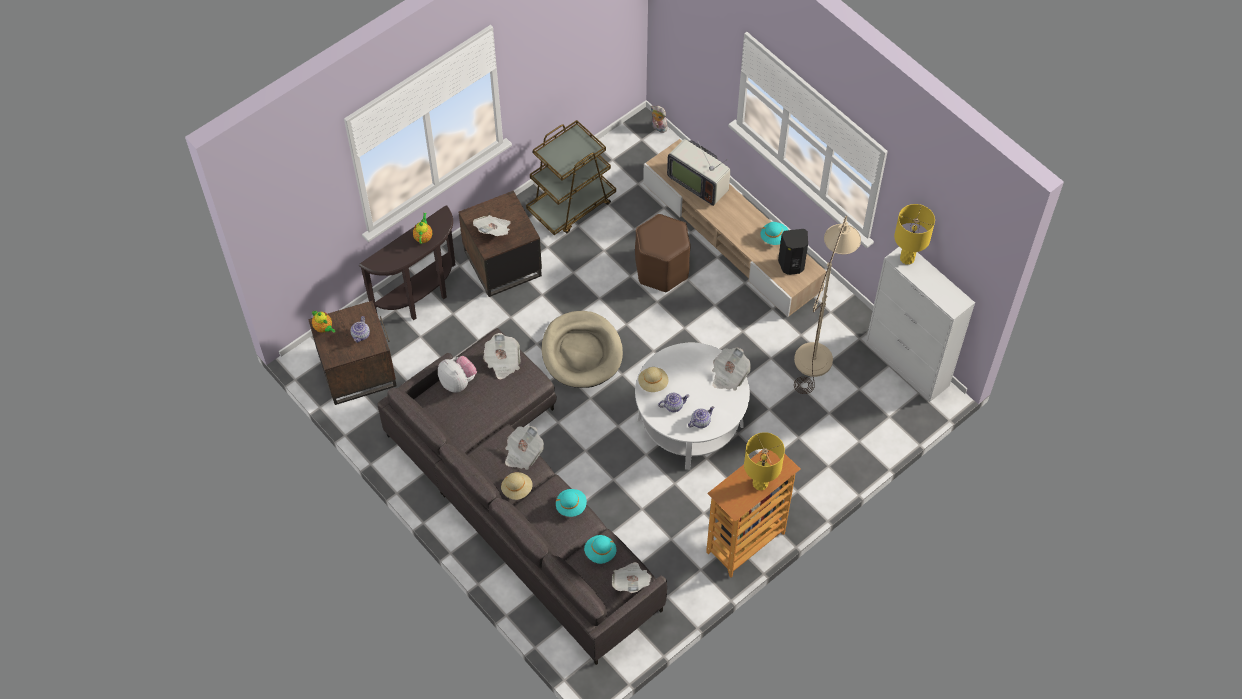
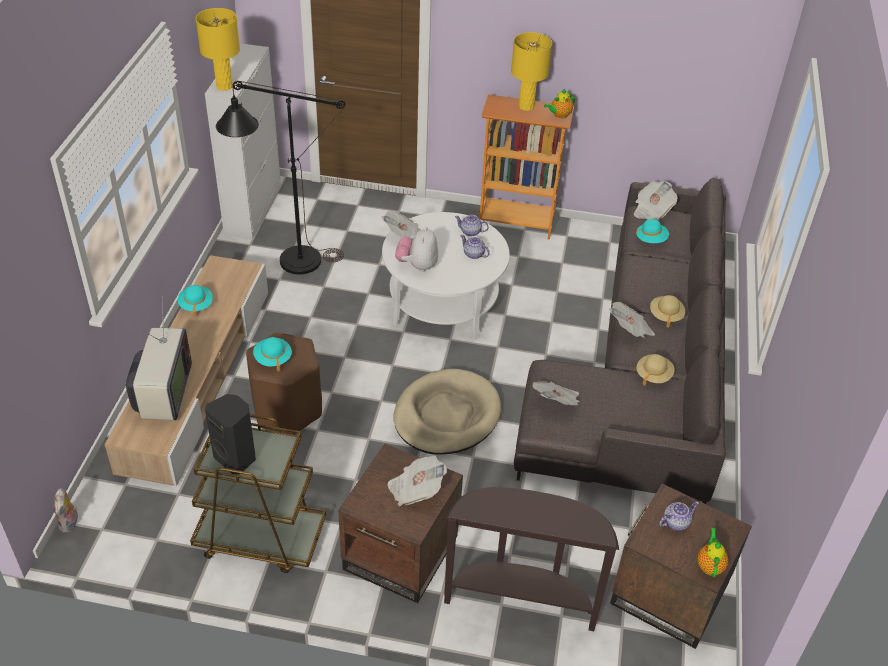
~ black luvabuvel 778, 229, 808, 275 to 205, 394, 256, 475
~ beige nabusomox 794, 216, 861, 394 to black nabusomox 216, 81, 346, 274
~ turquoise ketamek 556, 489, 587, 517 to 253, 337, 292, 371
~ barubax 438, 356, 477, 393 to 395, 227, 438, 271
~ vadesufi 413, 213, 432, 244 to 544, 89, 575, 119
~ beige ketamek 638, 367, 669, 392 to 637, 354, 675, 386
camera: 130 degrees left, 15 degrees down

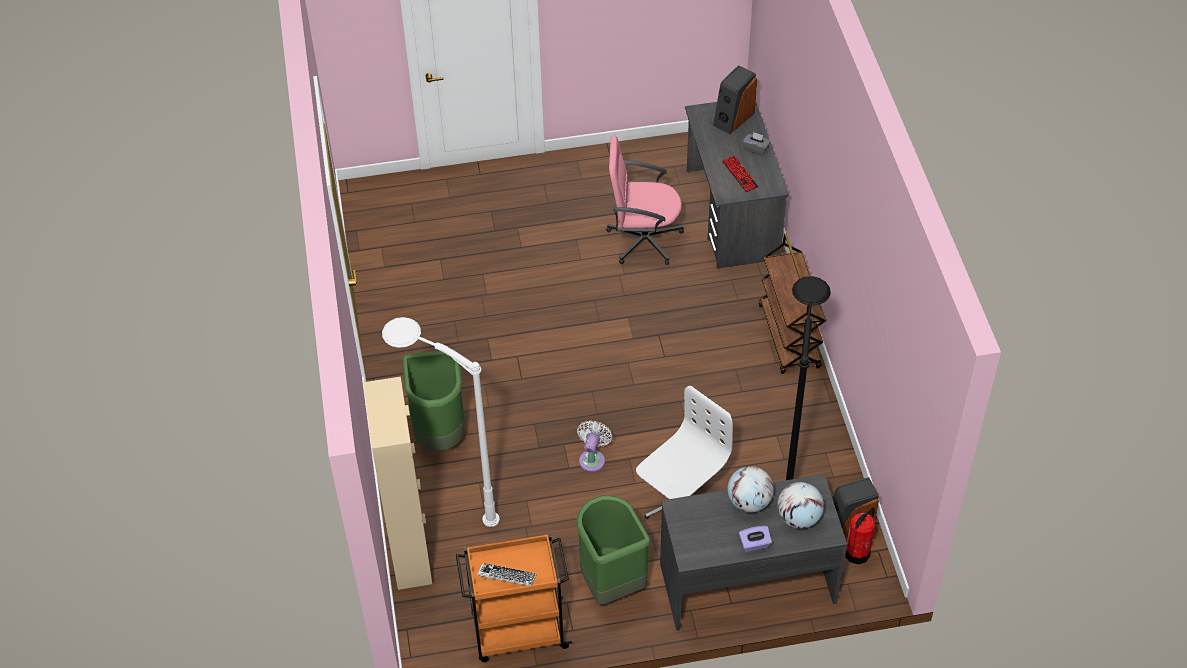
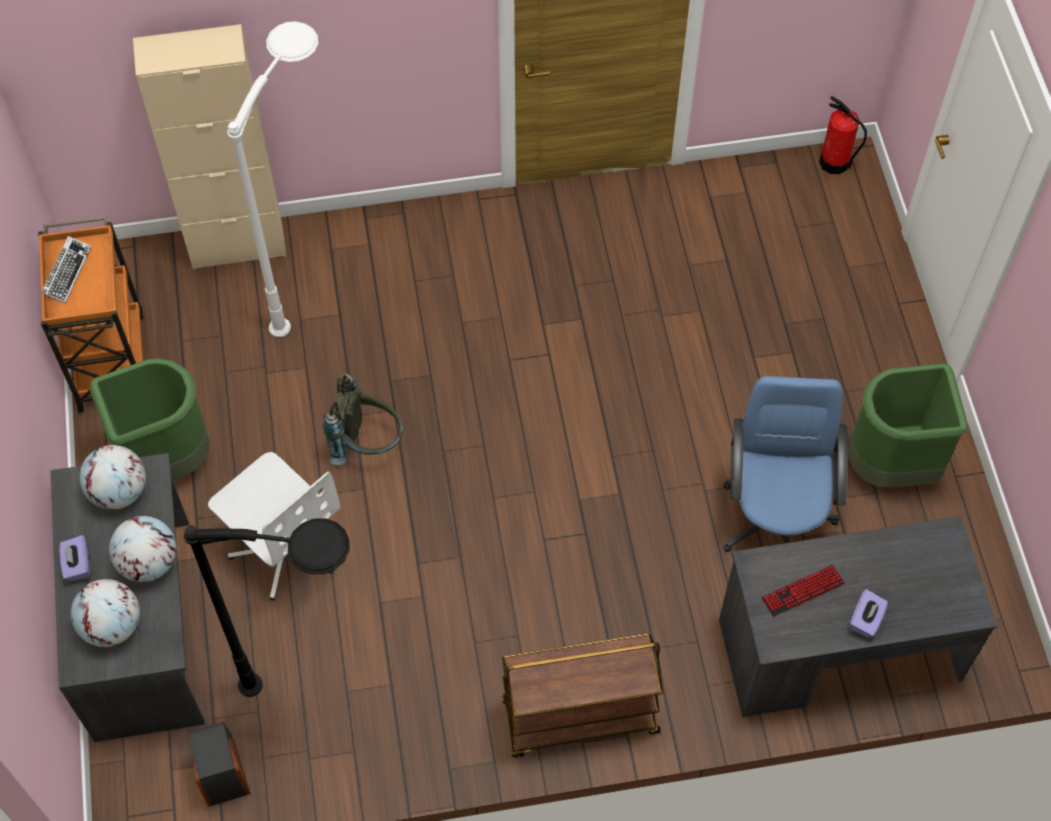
+ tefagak 79, 445, 146, 510
~ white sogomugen 577, 420, 612, 472 to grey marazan 323, 374, 403, 465
~ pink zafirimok 606, 135, 684, 265 to blue zafirimok 723, 376, 848, 552
~ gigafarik 845, 507, 875, 564 to 819, 96, 867, 174
~ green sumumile 402, 349, 465, 451 to 848, 363, 968, 487
~ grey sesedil 743, 132, 771, 156 to purple sesedil 849, 589, 888, 638
- luvabuvel 713, 65, 757, 134
camera: 90 degrees right, 10 degrees up

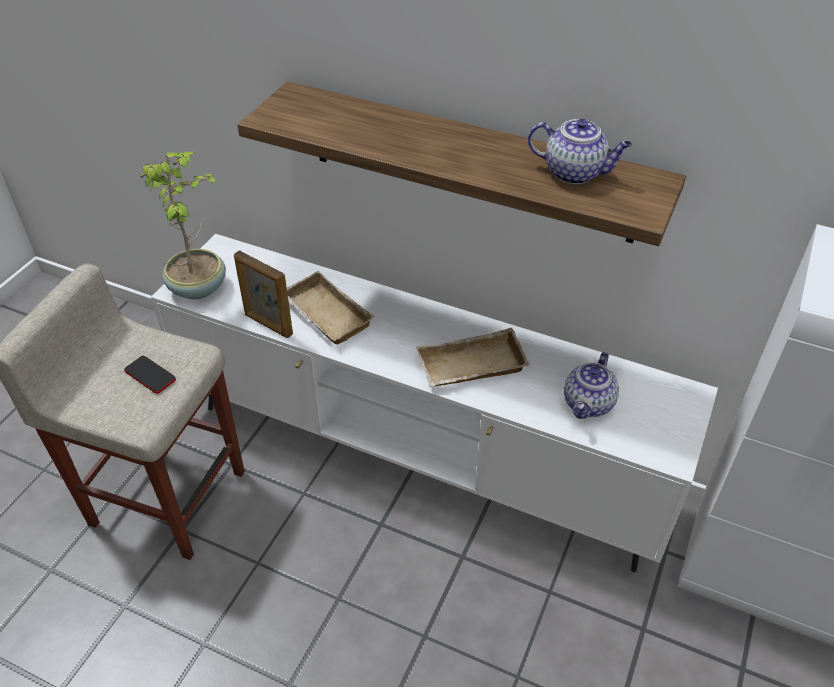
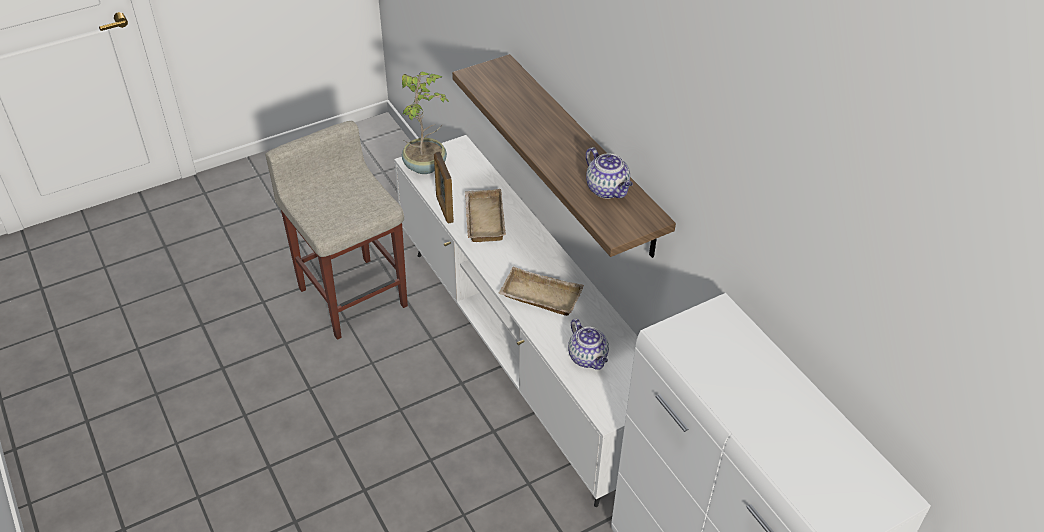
~ vadesufi 564, 352, 619, 419 = 568, 319, 609, 370 90 degrees counterclockwise
- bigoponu 124, 356, 176, 394
camera: 35 degrees right, 0 degrees up

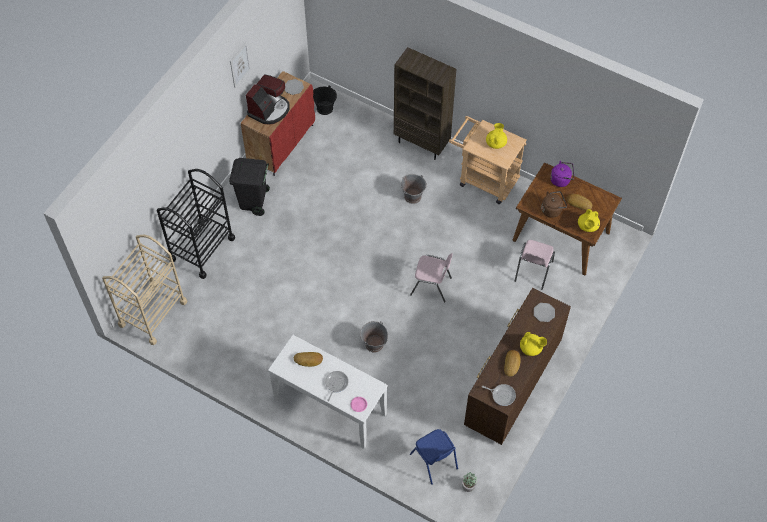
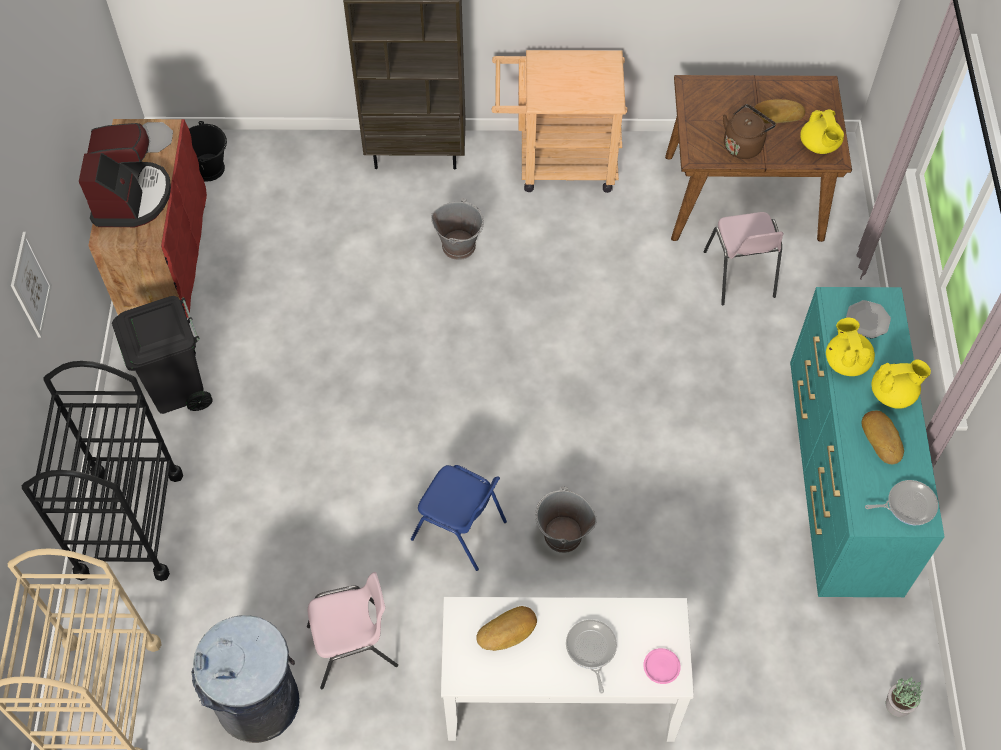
~ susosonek 230, 42, 251, 88 to 11, 232, 52, 338
+ grey sumumile 191, 615, 299, 743
~ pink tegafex 410, 253, 453, 302 to 307, 572, 398, 689
~ blue tegafex 410, 429, 458, 485 to 411, 465, 507, 571
~ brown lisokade 464, 288, 571, 445 to turquoise lisokade 790, 287, 945, 597
~ yellow vadesufi 486, 123, 507, 149 to 826, 318, 875, 376
- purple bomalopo 550, 161, 574, 187
camera: 30 degrees left, 0 degrees up

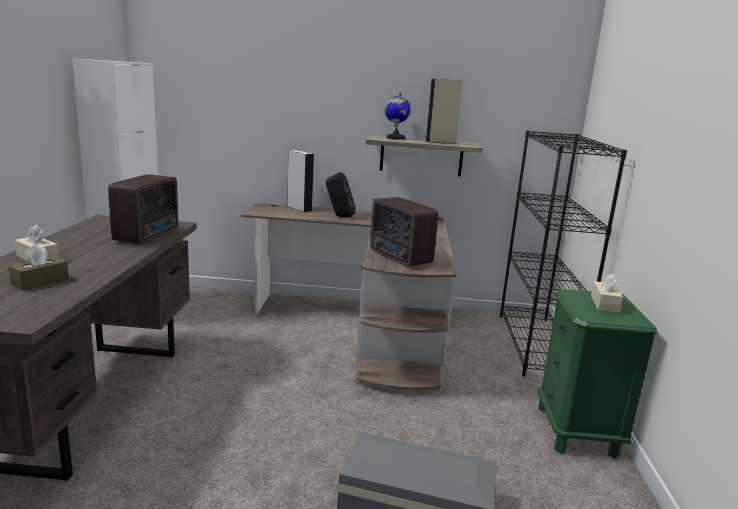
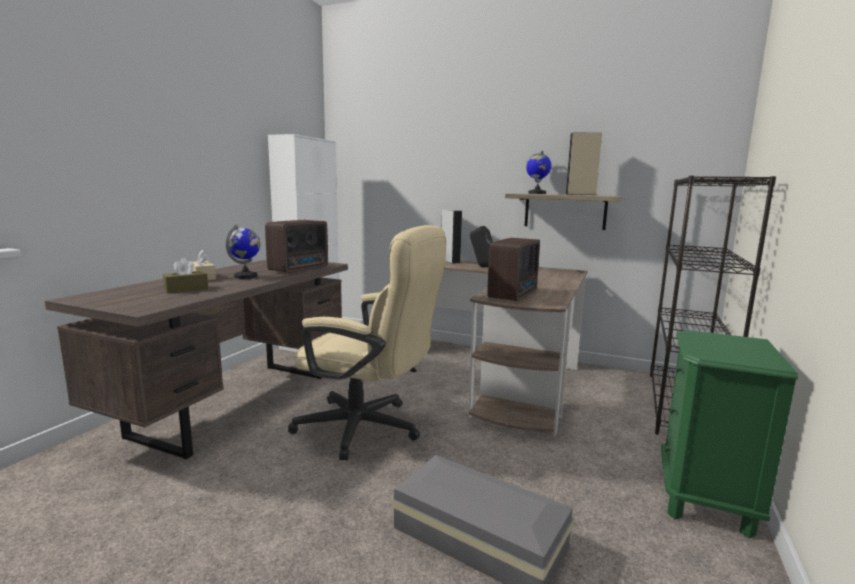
+ tefagak 226, 225, 260, 279
+ beige zafirimok 288, 225, 446, 460
~ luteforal 370, 197, 438, 267 = 487, 238, 540, 301 135 degrees counterclockwise
- beige sesedil 591, 274, 623, 313
camera: 20 degrees right, 5 degrees down

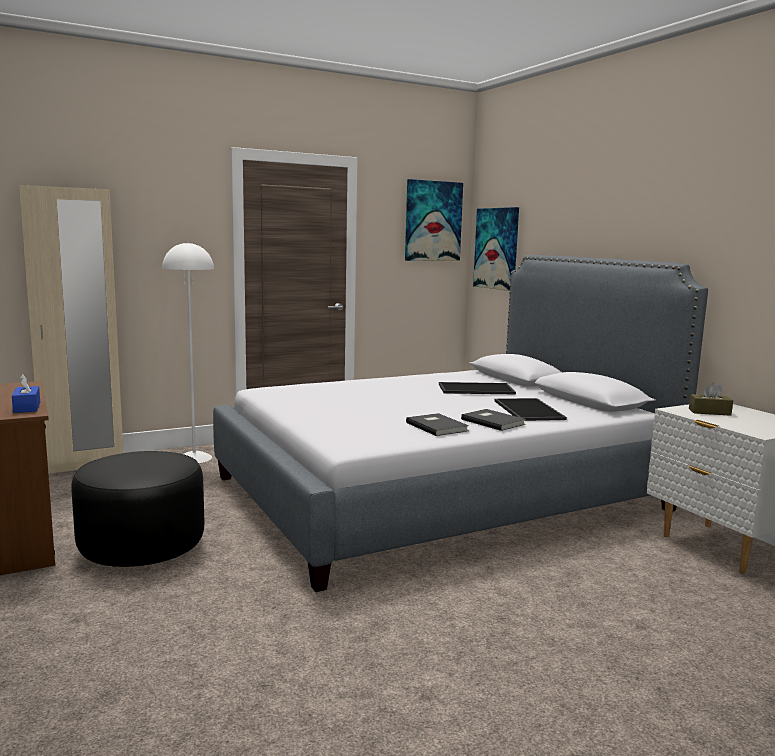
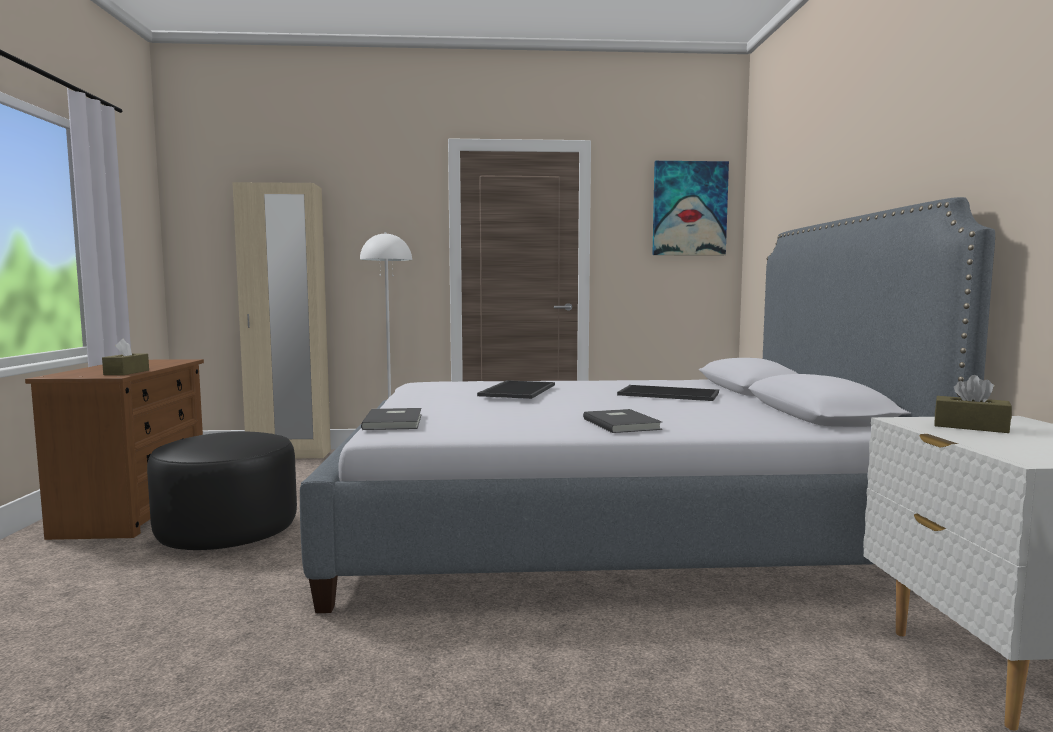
~ blue sesedil 12, 374, 40, 413 to brown sesedil 102, 339, 149, 375
~ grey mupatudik 406, 413, 469, 436 to 361, 408, 422, 430
~ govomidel 494, 398, 567, 421 to 477, 380, 555, 399
- susosonek 473, 207, 519, 291
camera: 25 degrees right, 5 degrees down

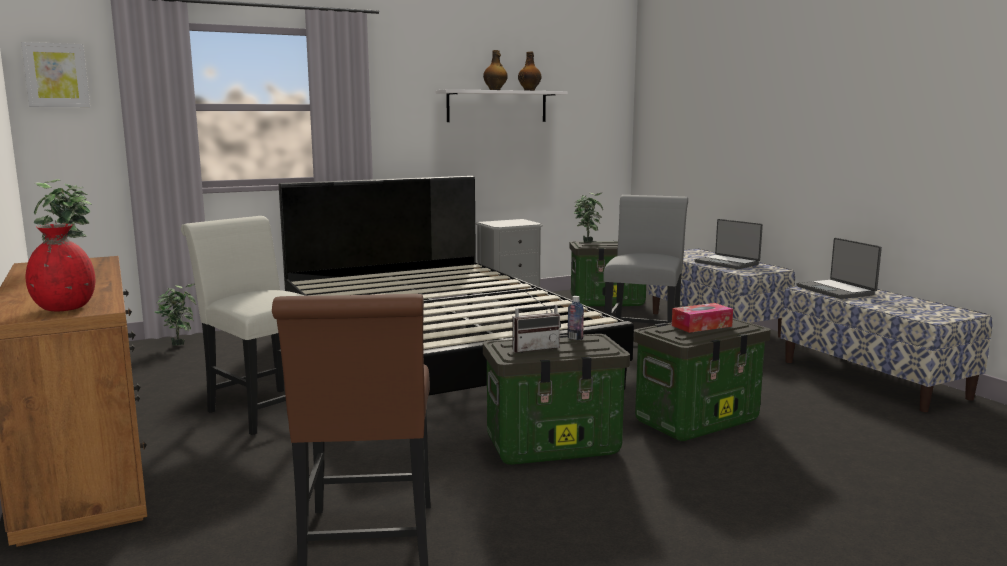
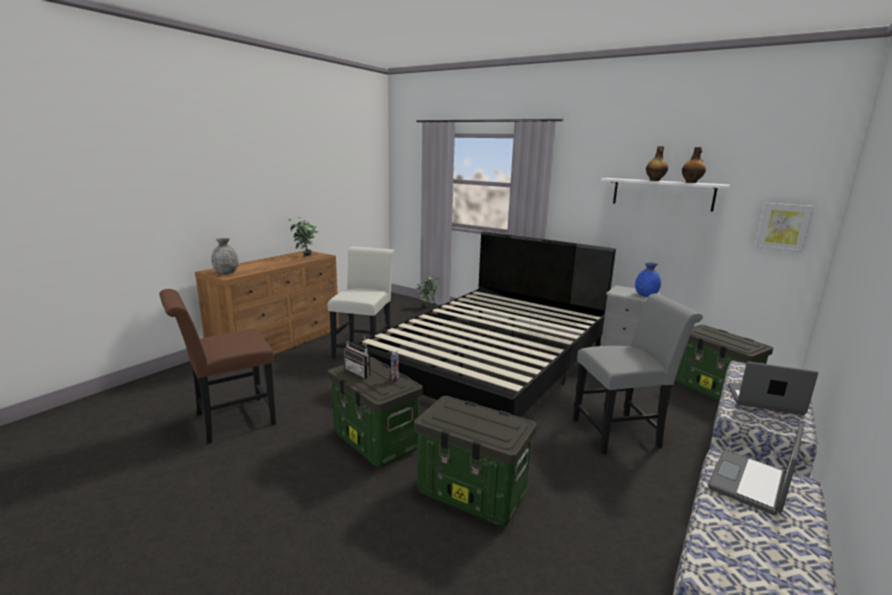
~ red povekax 26, 224, 95, 311 to grey povekax 211, 238, 239, 274
+ blue povekax 635, 262, 661, 297
~ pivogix 695, 219, 763, 269 = 728, 362, 818, 415 90 degrees clockwise
~ susosonek 21, 42, 90, 107 to 755, 203, 814, 253
- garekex 574, 193, 603, 243
- sesedil 672, 303, 733, 333
camera: 60 degrees right, 5 degrees up

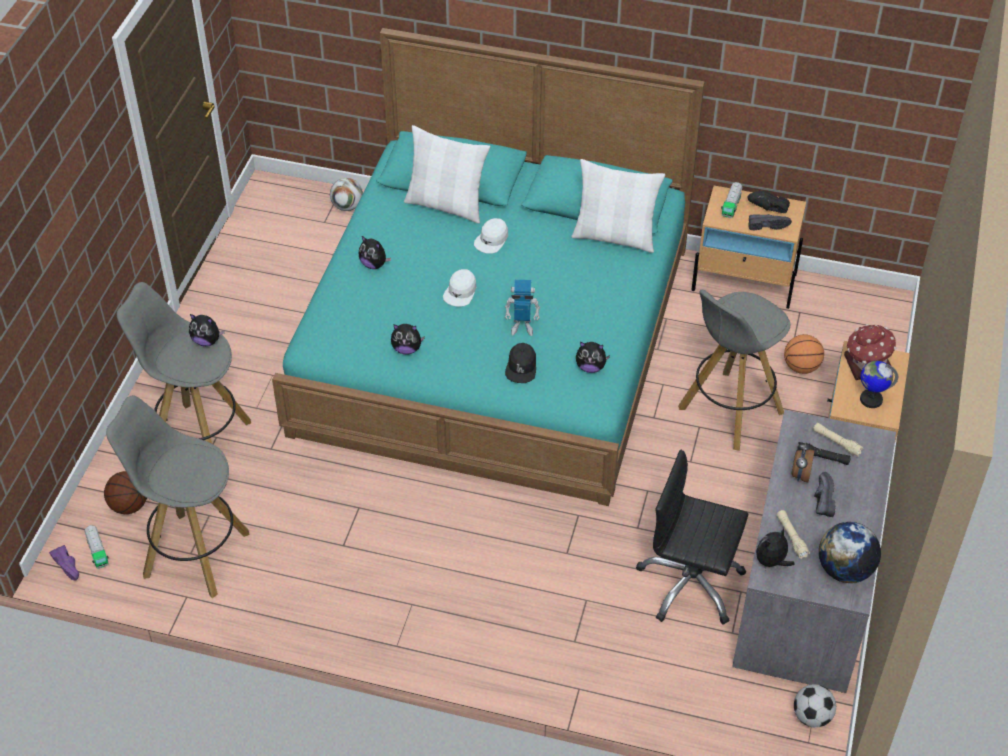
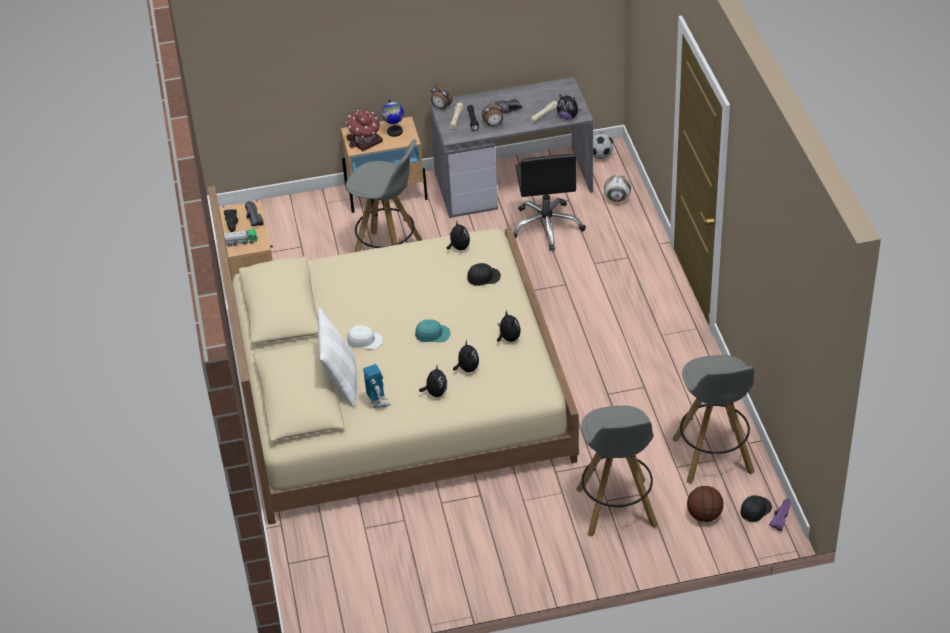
~ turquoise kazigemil 272, 28, 705, 506 to beige kazigemil 208, 186, 579, 525
~ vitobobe 505, 280, 540, 336 to 363, 364, 391, 408
~ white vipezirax 443, 269, 476, 307 to turquoise vipezirax 415, 319, 450, 342
+ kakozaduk 431, 84, 453, 109
~ barubax 189, 314, 225, 346 to 453, 340, 479, 372
~ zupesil 330, 178, 363, 211 to 604, 175, 631, 202
~ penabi 84, 525, 109, 569 to black vipezirax 740, 495, 772, 522
- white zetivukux 571, 159, 665, 253
- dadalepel 784, 334, 824, 374
- tefagak 819, 522, 881, 583
camera: 115 degrees left, 5 degrees down

